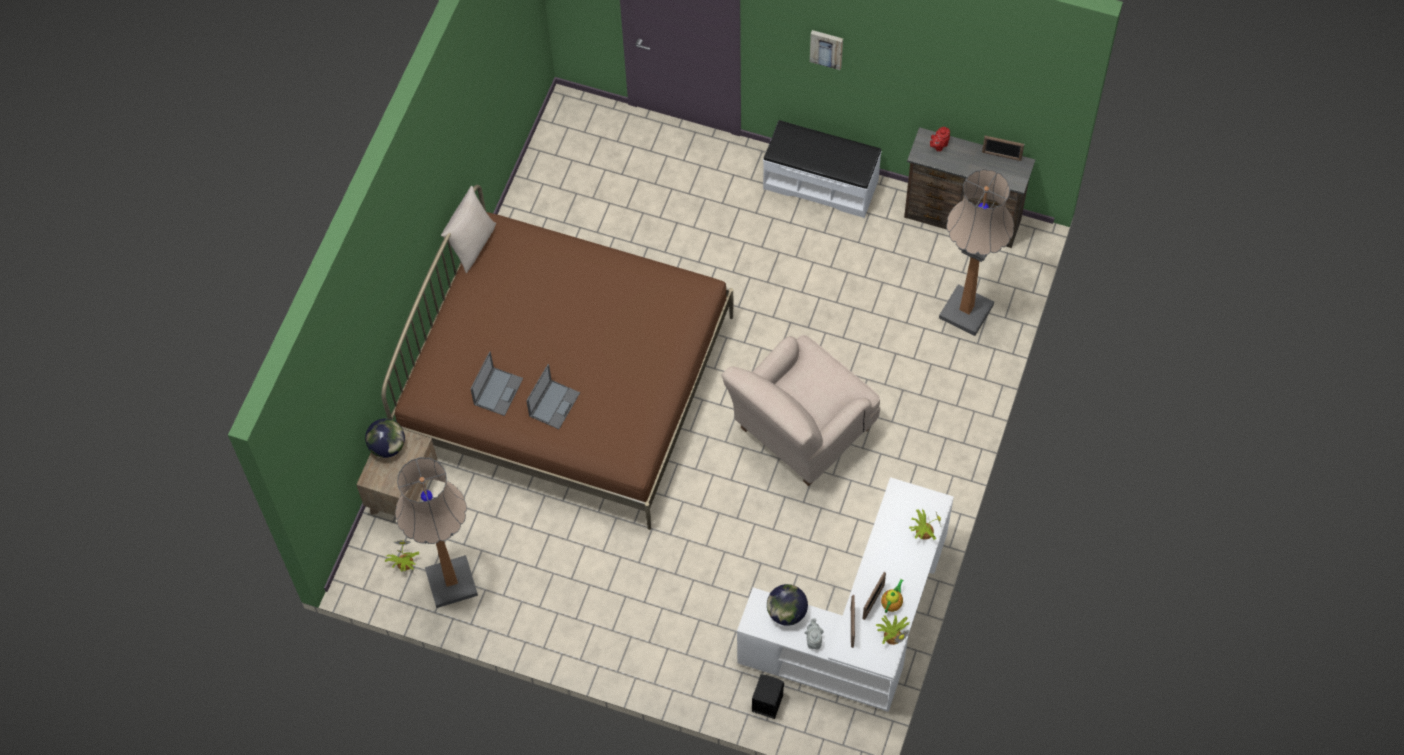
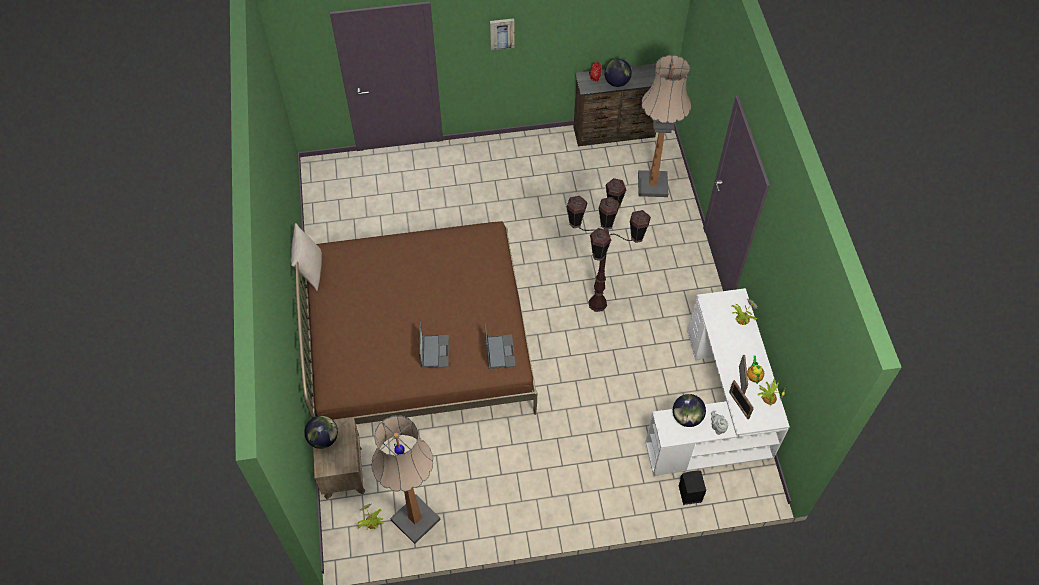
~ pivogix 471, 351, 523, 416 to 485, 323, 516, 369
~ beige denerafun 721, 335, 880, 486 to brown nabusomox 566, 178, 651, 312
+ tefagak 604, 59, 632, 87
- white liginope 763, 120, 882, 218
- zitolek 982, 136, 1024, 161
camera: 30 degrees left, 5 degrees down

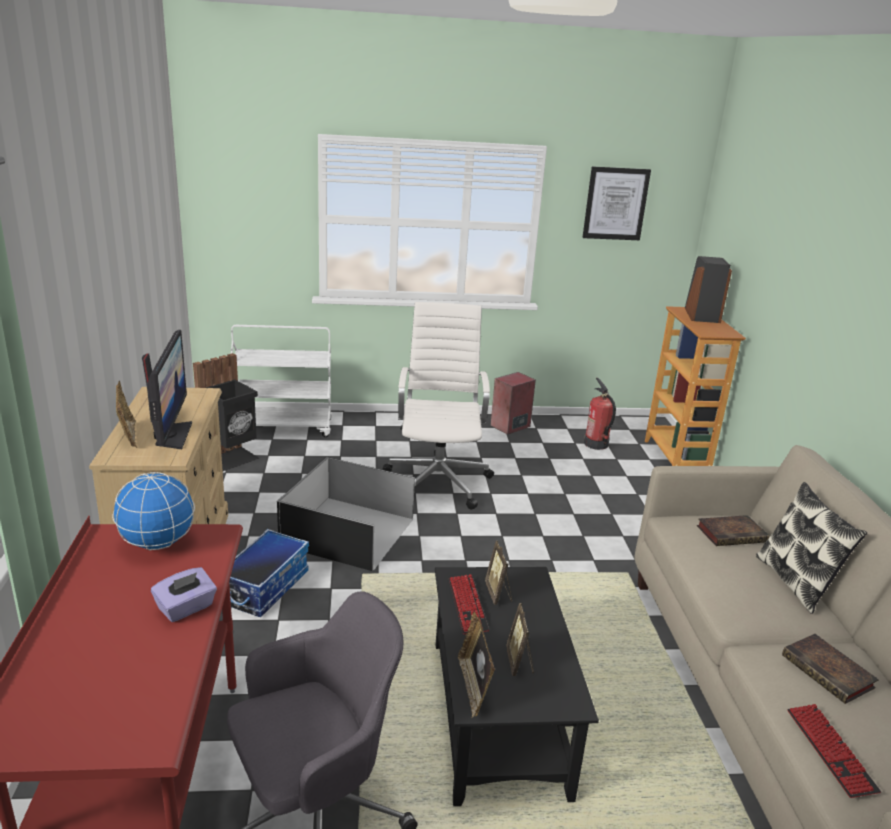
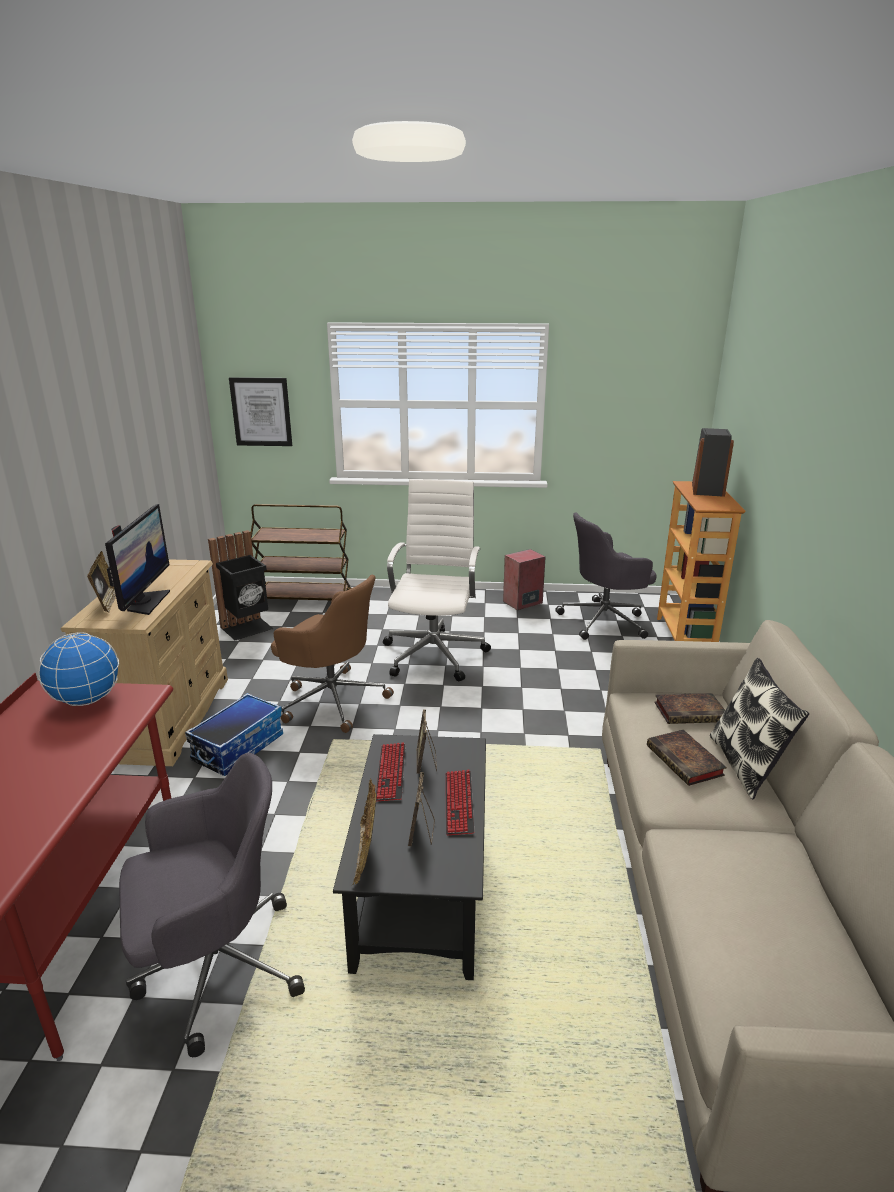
~ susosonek 582, 166, 651, 240 to 229, 377, 292, 446
~ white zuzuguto 231, 325, 332, 437 to brown zuzuguto 251, 504, 351, 600
~ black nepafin 277, 456, 415, 571 to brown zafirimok 271, 575, 394, 733
~ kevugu 787, 704, 881, 798 to 445, 770, 474, 835
~ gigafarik 584, 378, 616, 450 to grey zafirimok 555, 512, 657, 640
~ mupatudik 782, 634, 879, 704 to 647, 730, 727, 786
- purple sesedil 151, 567, 217, 622
camera: 10 degrees right, 0 degrees up

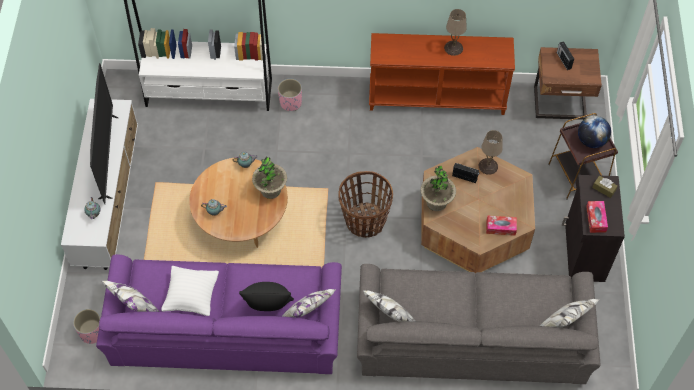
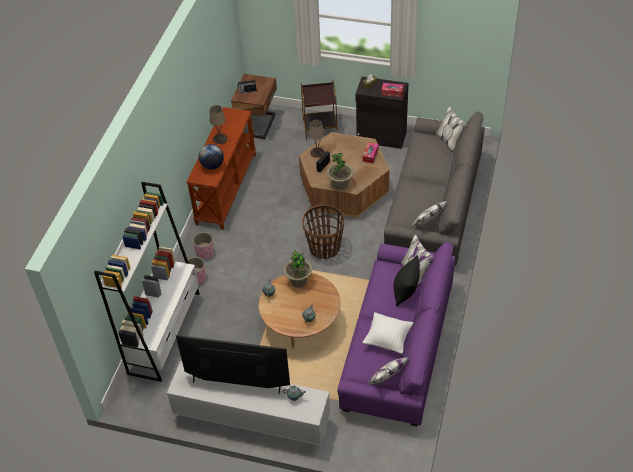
~ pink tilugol 73, 309, 100, 344 to 193, 232, 214, 259
~ tefagak 578, 116, 611, 148 to 199, 144, 224, 169
camera: 75 degrees left, 10 degrees down

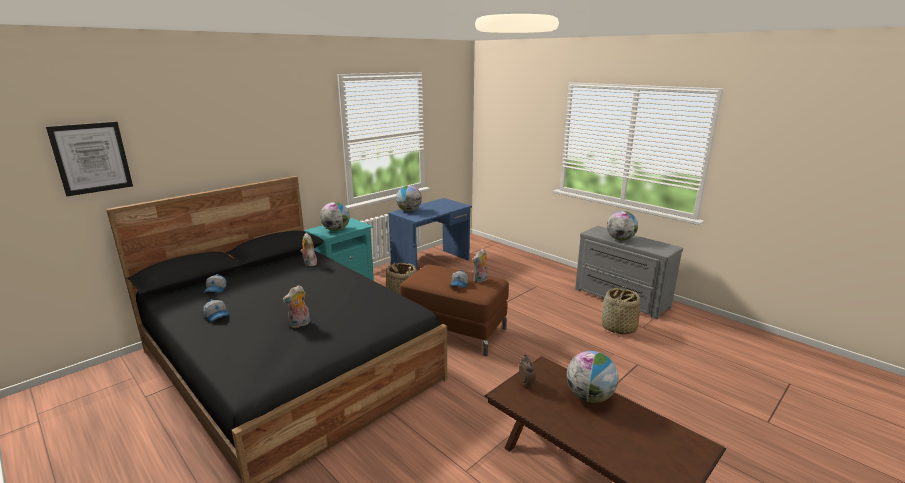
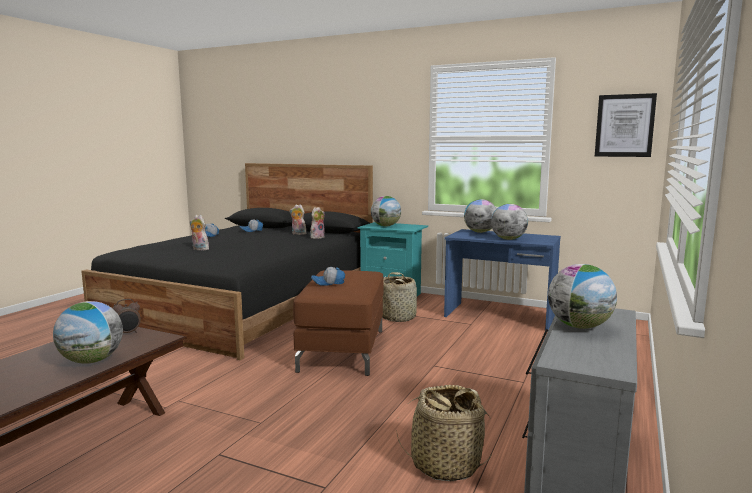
~ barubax 473, 249, 488, 283 to 290, 204, 307, 235
+ tefagak 491, 204, 528, 240
~ susosonek 46, 122, 133, 196 to 595, 93, 657, 157
camera: 70 degrees right, 10 degrees down

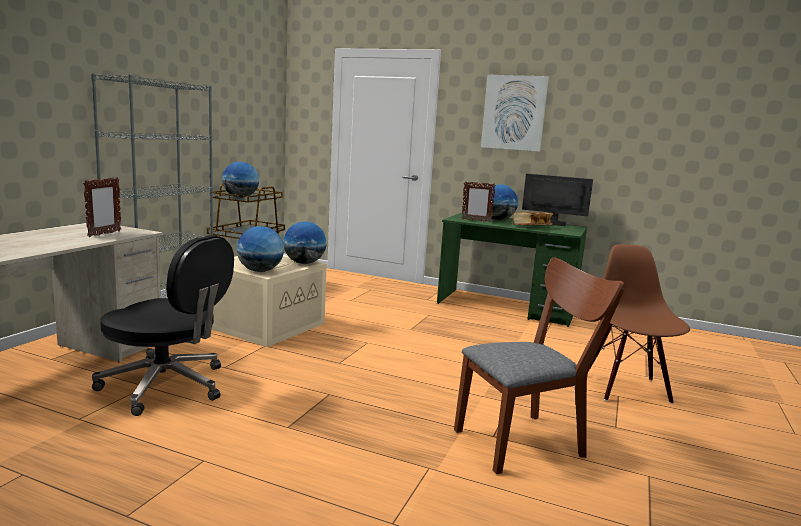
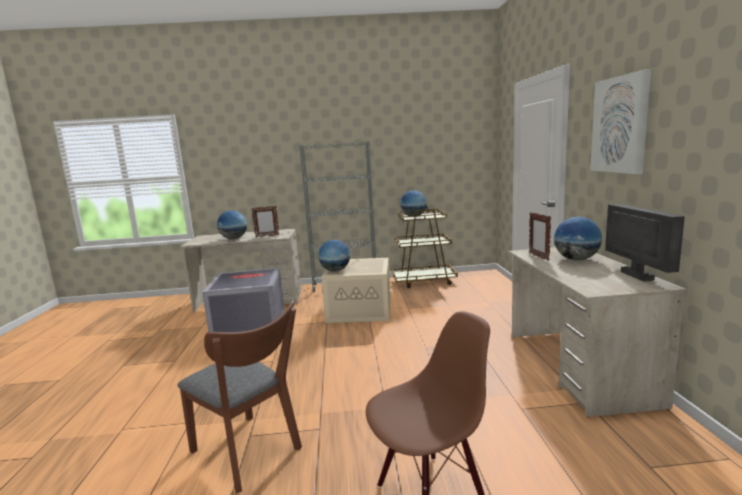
~ black zafirimok 92, 235, 234, 416 to grey nepafin 202, 268, 284, 332
~ tefagak 283, 221, 326, 264 to 217, 210, 247, 239
~ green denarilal 437, 213, 587, 327 to beige denarilal 508, 247, 688, 418
- mupatudik 513, 212, 553, 225
camera: 65 degrees right, 0 degrees up

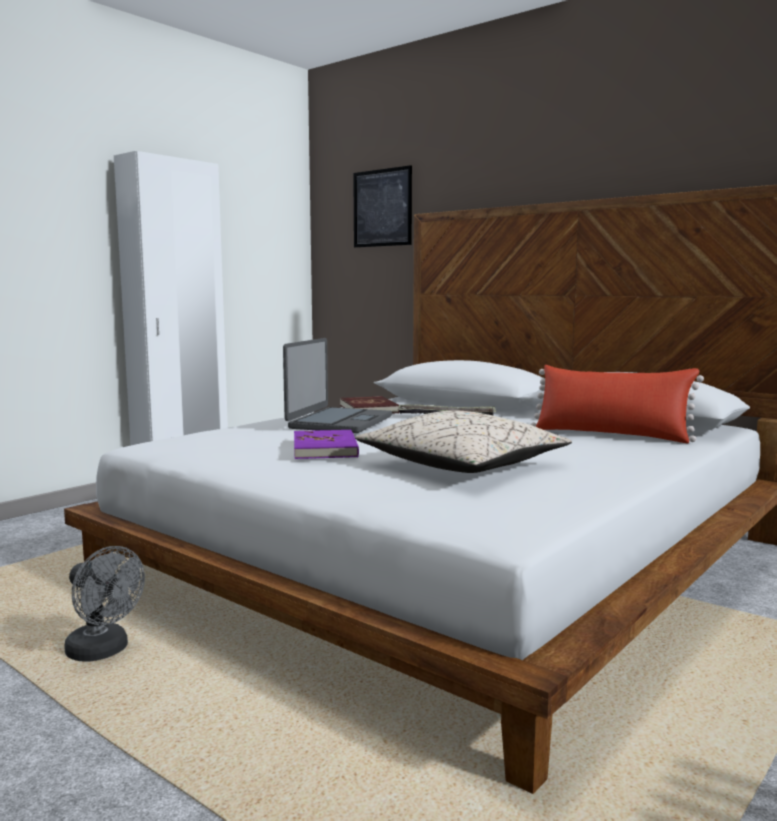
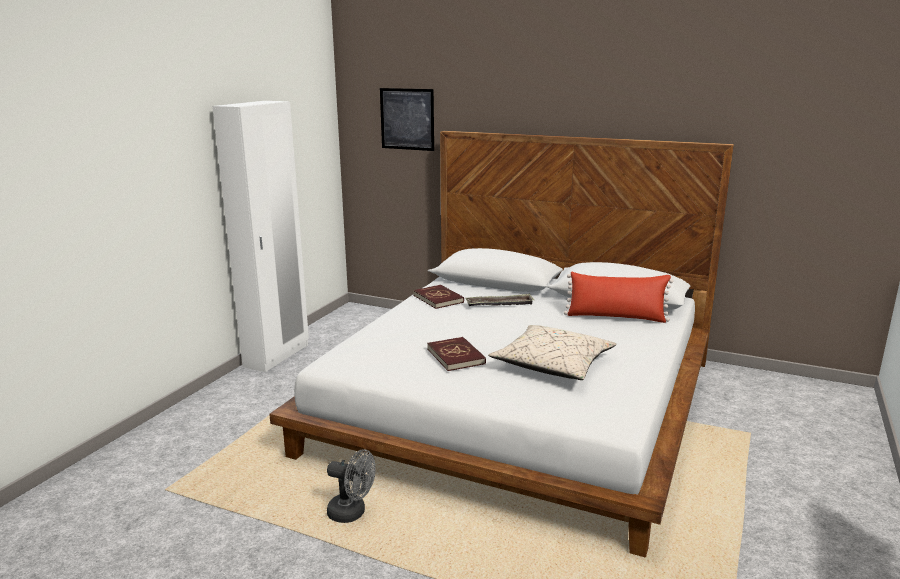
~ purple mupatudik 294, 429, 359, 459 to red mupatudik 427, 337, 486, 371
- pivogix 283, 338, 392, 433
camera: 15 degrees left, 10 degrees up

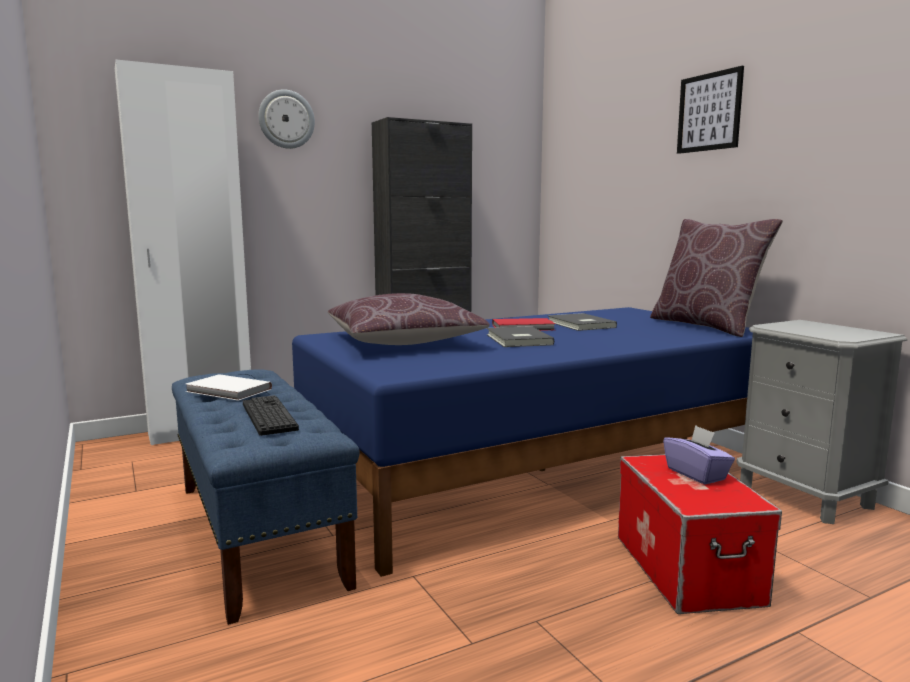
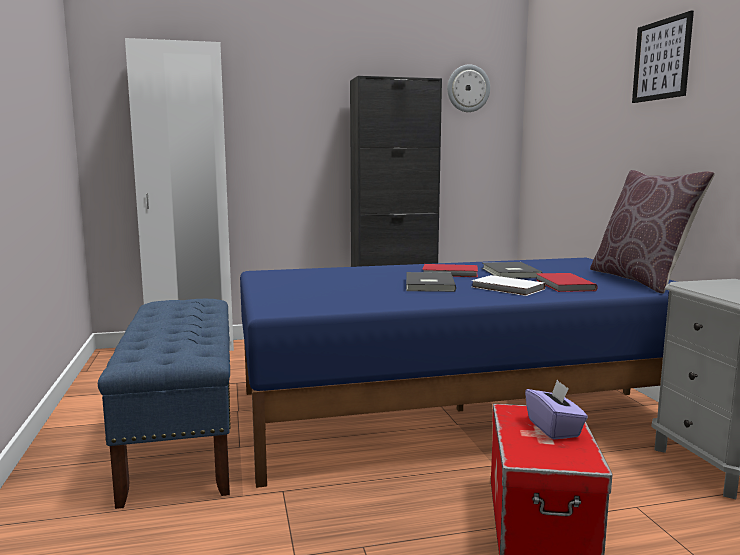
~ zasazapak 258, 89, 315, 149 to 447, 64, 490, 112
~ white mupatudik 186, 374, 272, 401 to 471, 275, 546, 296
+ red mupatudik 536, 273, 598, 292
- kevugu 243, 395, 299, 436
- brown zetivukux 328, 293, 490, 345
camera: 15 degrees right, 0 degrees up

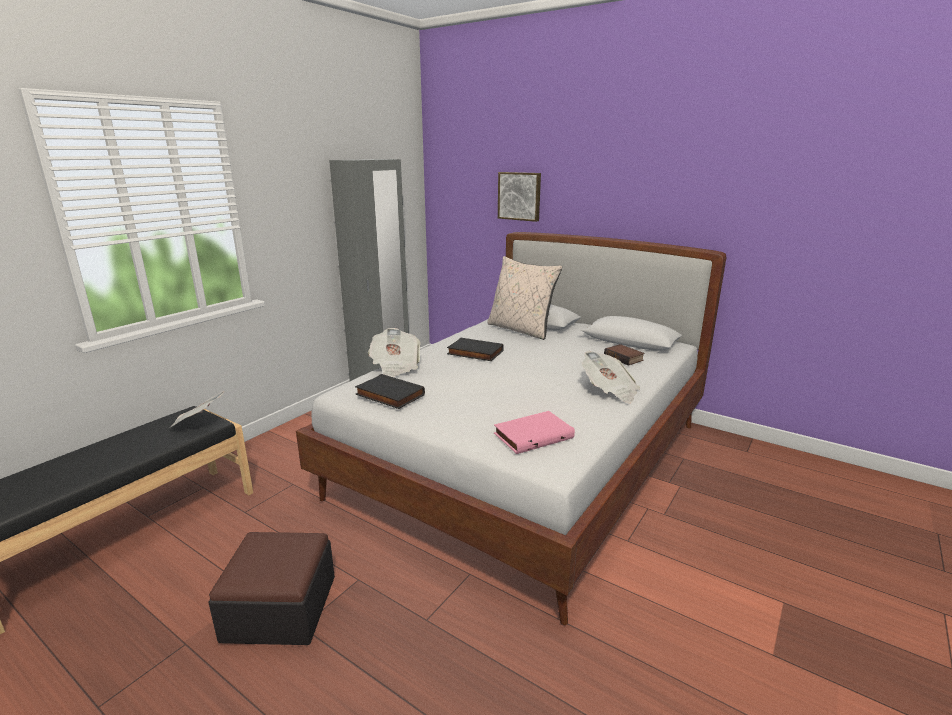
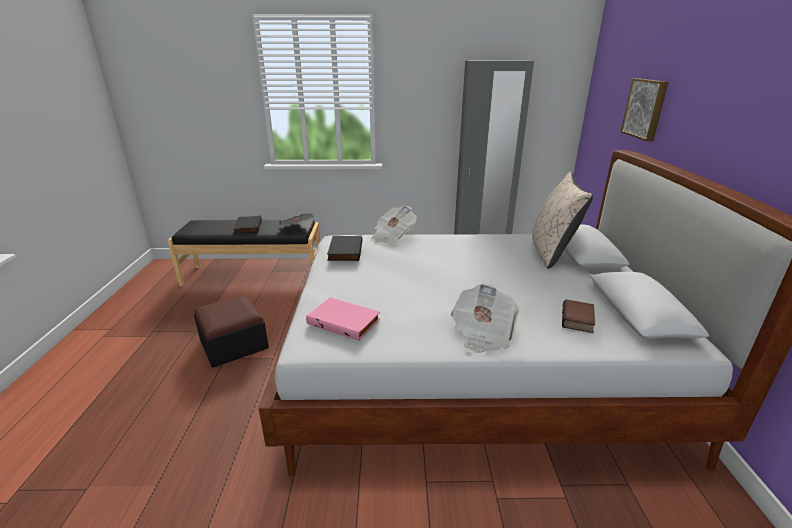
~ black mupatudik 447, 338, 504, 361 to 233, 215, 262, 234
camera: 55 degrees right, 5 degrees up

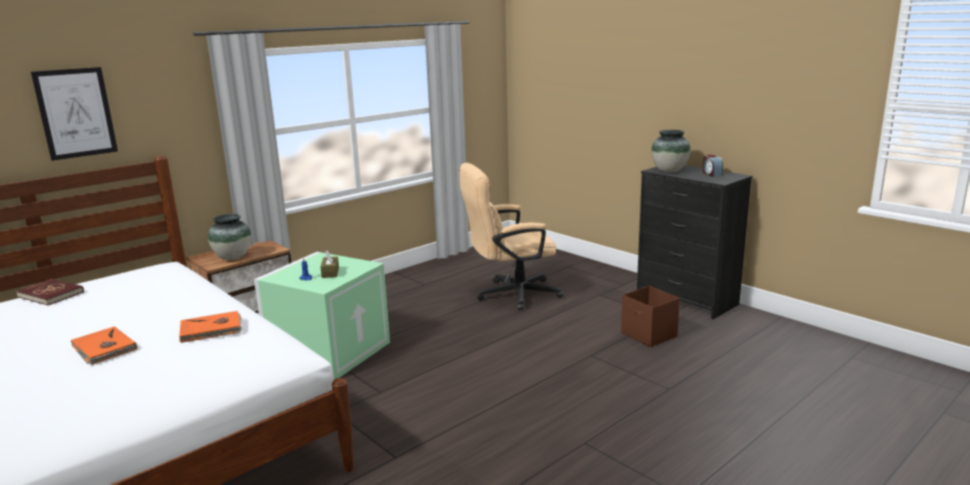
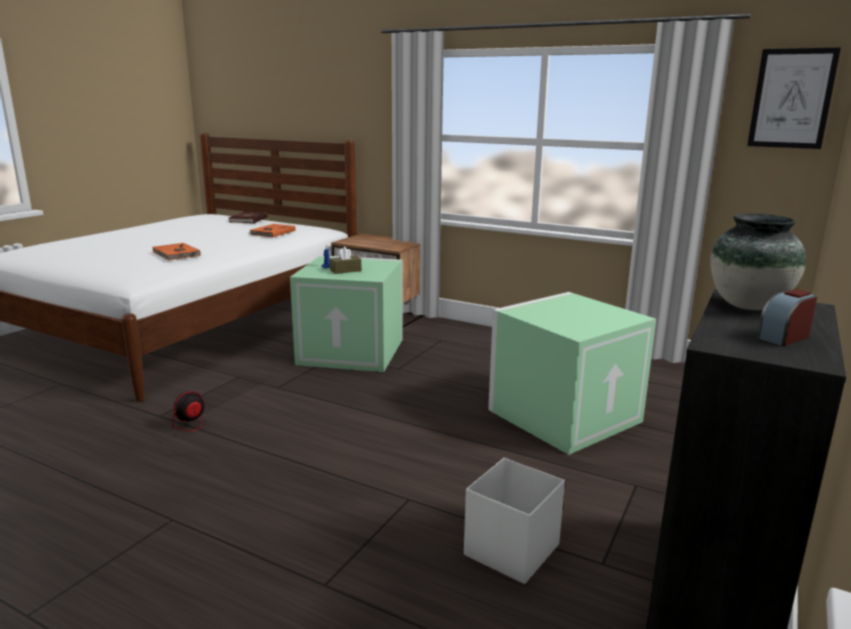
+ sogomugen 156, 391, 209, 458
~ orange mupatudik 70, 326, 137, 365 to 249, 224, 296, 237
~ brown nepafin 621, 286, 680, 347 to white nepafin 464, 458, 565, 584
~ beige zafirimok 459, 163, 564, 310 to green nepafin 488, 292, 656, 455
~ susosonek 31, 67, 118, 161 to 747, 48, 841, 149
- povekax 208, 214, 251, 260
camera: 70 degrees right, 0 degrees up

